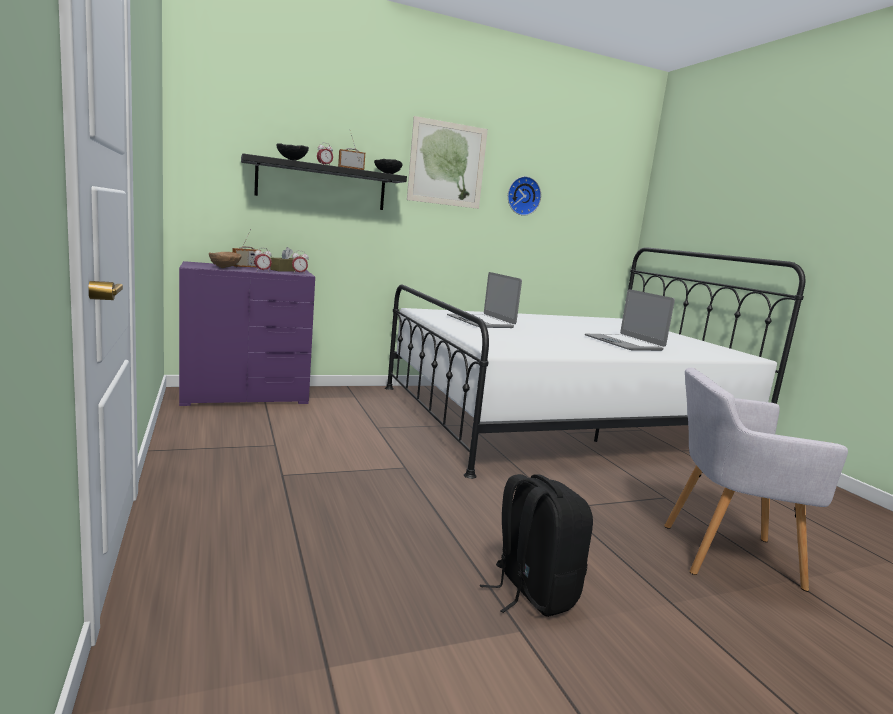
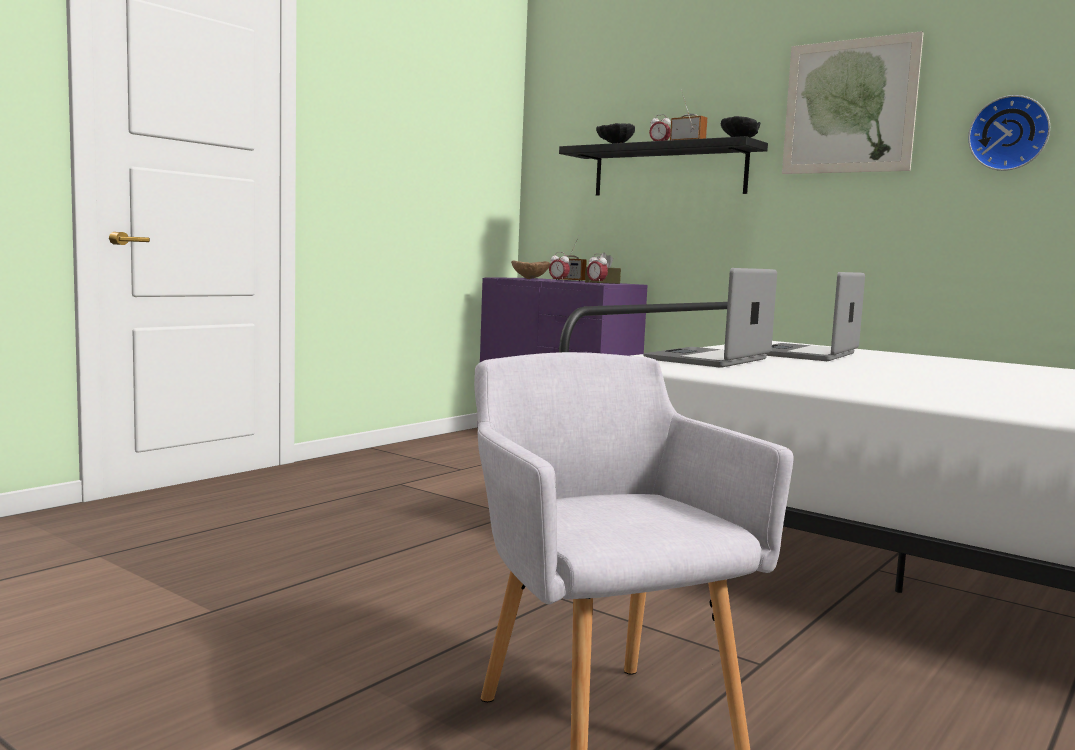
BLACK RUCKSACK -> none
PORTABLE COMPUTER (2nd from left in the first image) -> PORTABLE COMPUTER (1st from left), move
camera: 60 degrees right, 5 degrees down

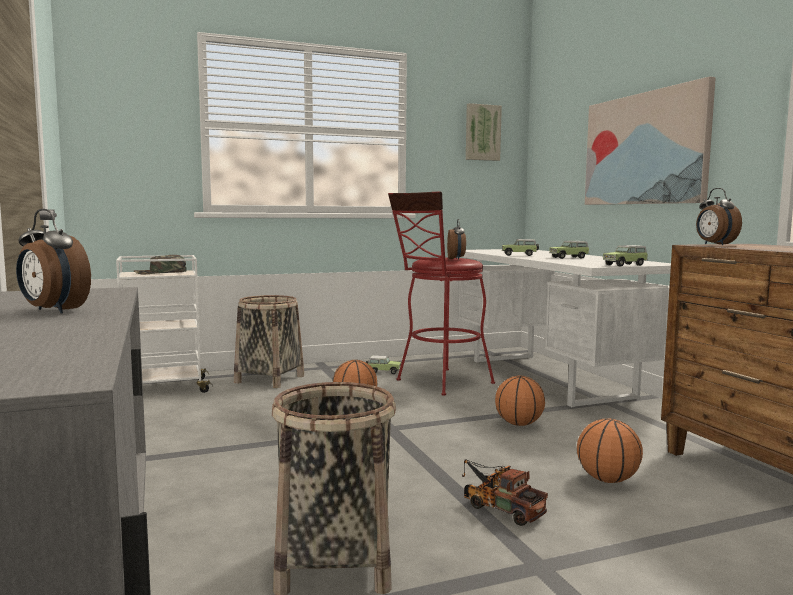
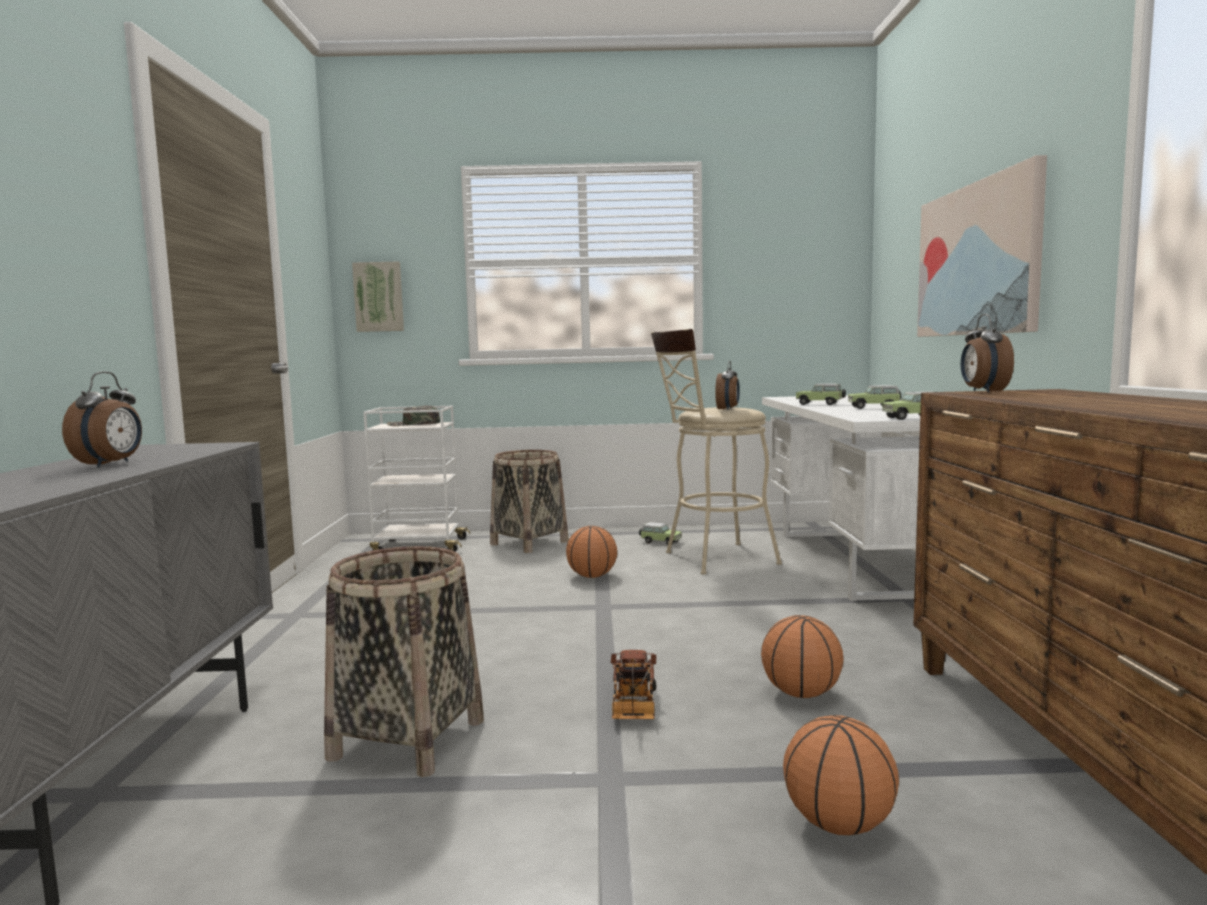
TABLE CLOCK (1st from left), 135 degrees counterclockwise
RED-COLOURED STOOL -> BEIGE-COLOURED STOOL
MODEL TRUCK, 150 degrees counterclockwise
PICTURE (1st from left), move
BALL FOR BASKETBALL (2nd from left in the first image) -> BALL FOR BASKETBALL (3rd from left), move
camera: 20 degrees right, 0 degrees up

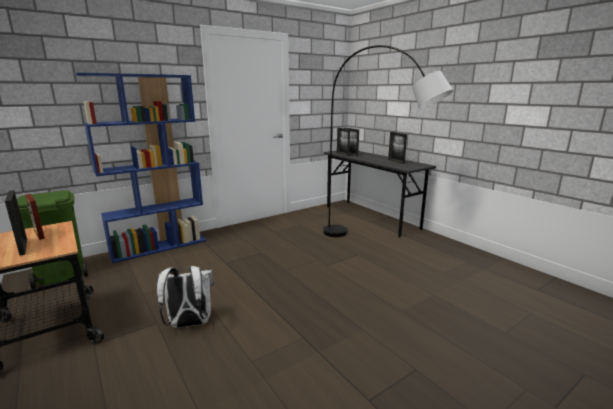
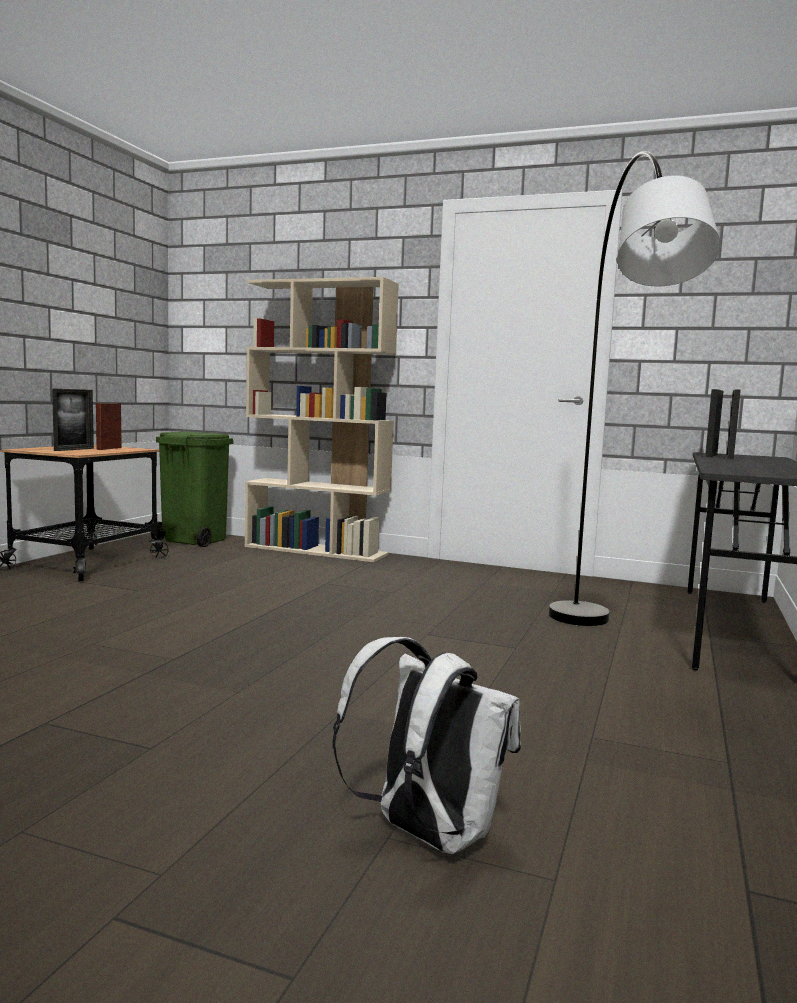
BLUE BOOKSHELF -> BEIGE-COLOURED BOOKSHELF
WHITE-COLOURED RUCKSACK, move
PHOTO FRAME (5th from left) -> none
camera: 55 degrees right, 10 degrees down

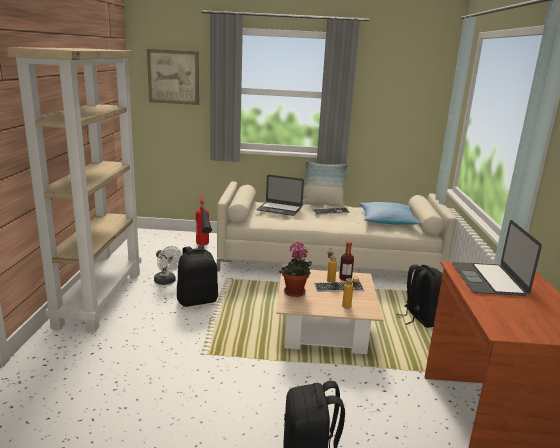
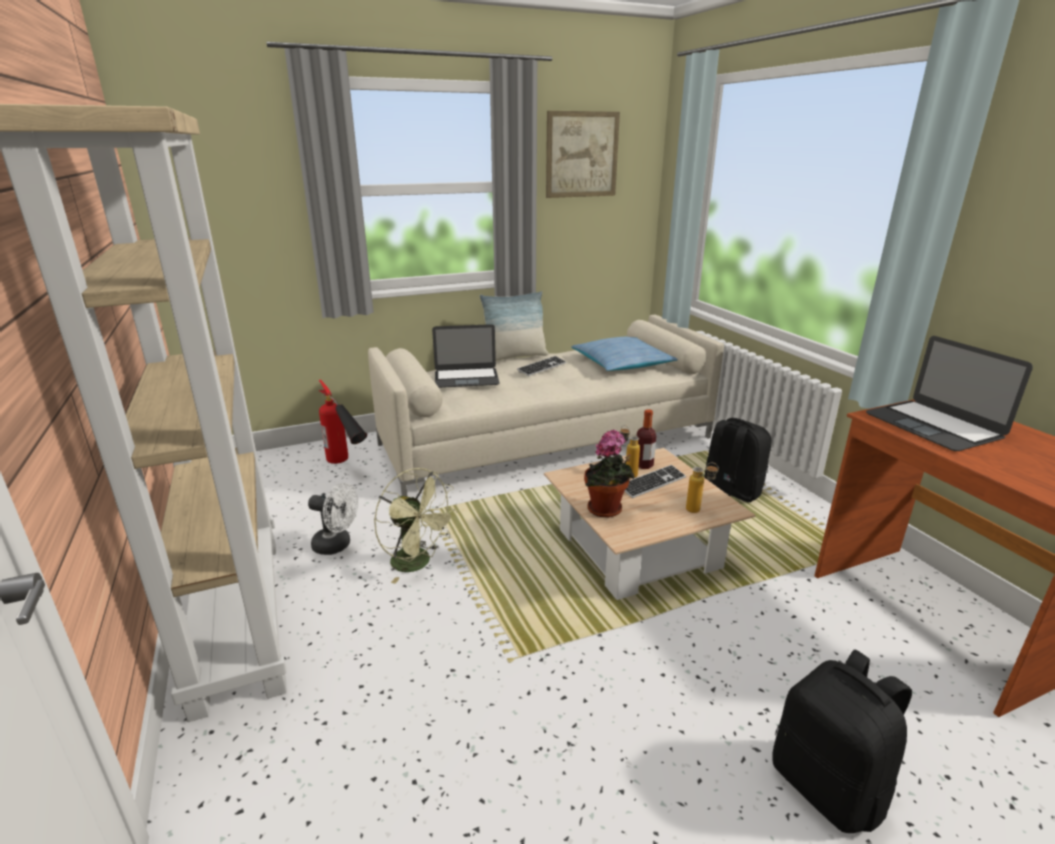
PICTURE, move
BLACK RUCKSACK (1st from left) -> GREEN-COLOURED COOLING FAN
camera: 25 degrees left, 5 degrees up

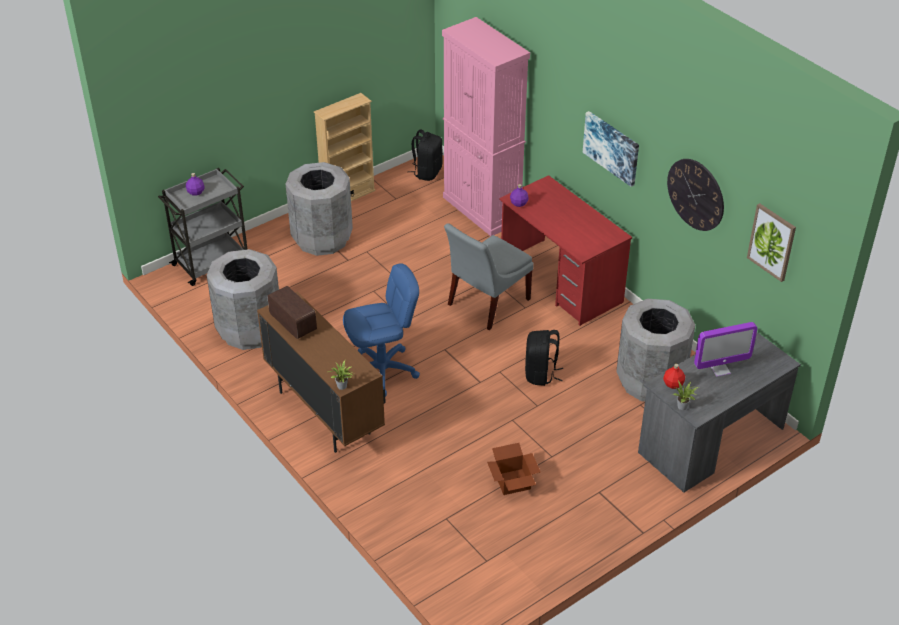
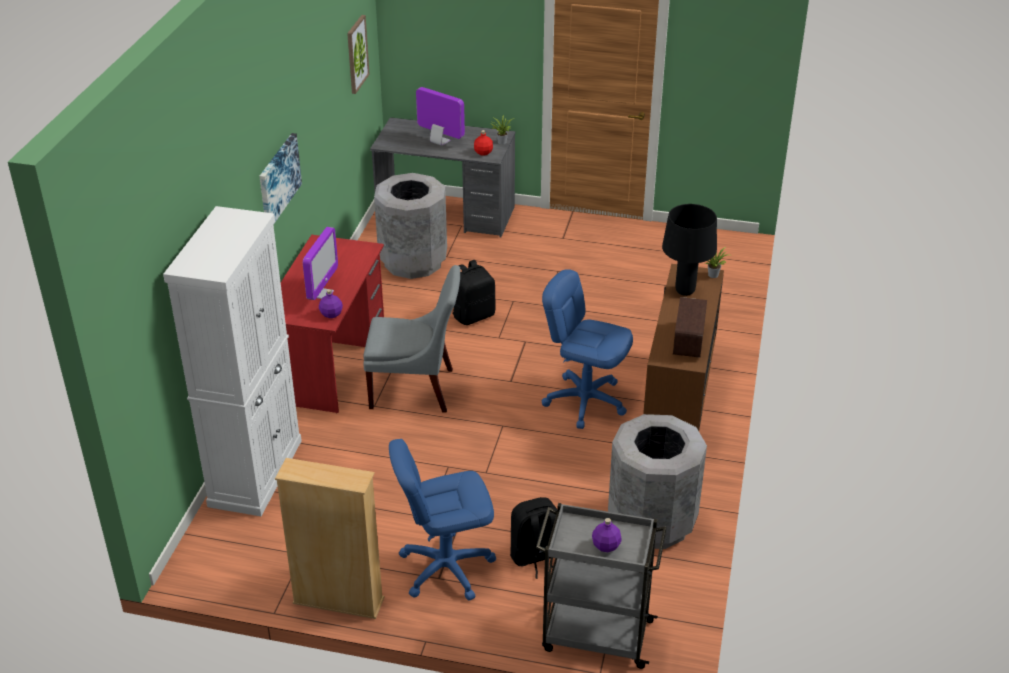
GREYISH TRASH CAN (2nd from left) -> BLUE COMPUTER CHAIR (1st from left)
BLACK RUCKSACK (1st from left in the first image) -> BLACK RUCKSACK (2nd from left), move
PINKISH CABINET -> WHITE-COLOURED CABINET
PACKING BOX -> none
CLOCK ON THE WALL -> none
none -> COMPUTER SCREEN (1st from left)
none -> BLACK LAMP FOR A TABLE
camera: 130 degrees left, 5 degrees down

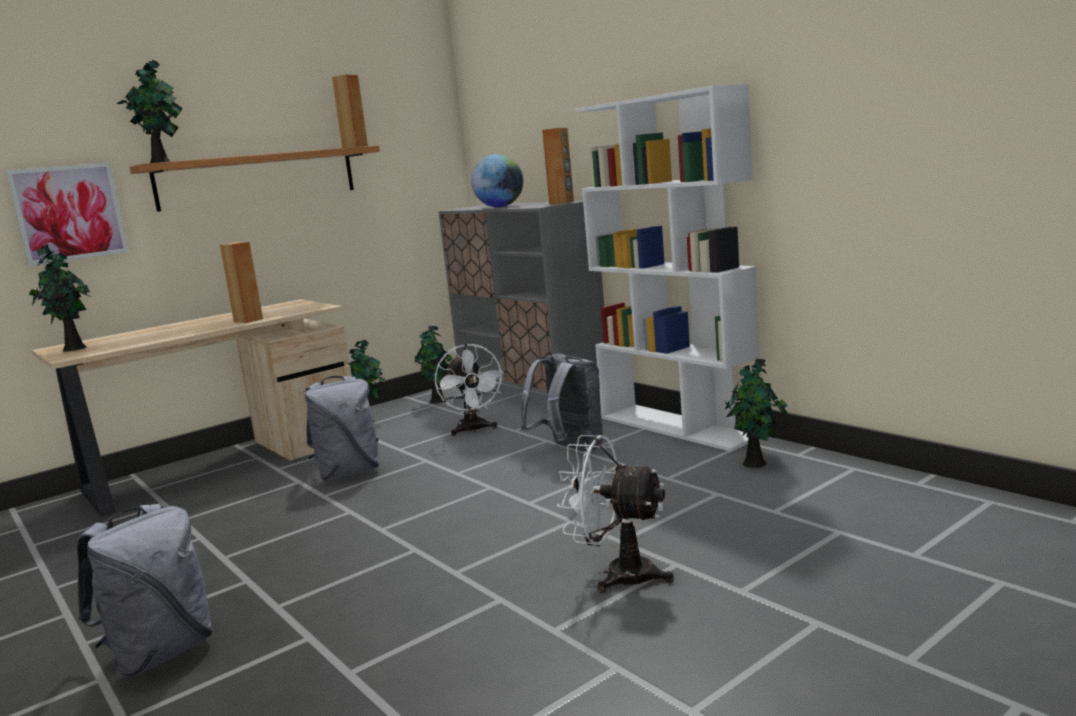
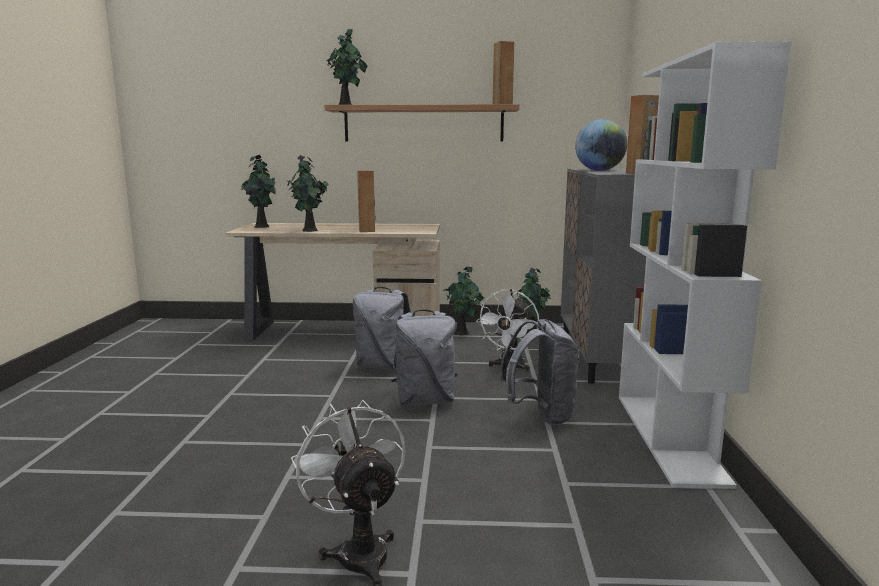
PICTURE -> none
GREYISH RUCKSACK (1st from left in the first image) -> GREYISH RUCKSACK (2nd from left), move
HOUSEPLANT (5th from left in the first image) -> HOUSEPLANT (2nd from left), move
camera: 40 degrees right, 0 degrees up

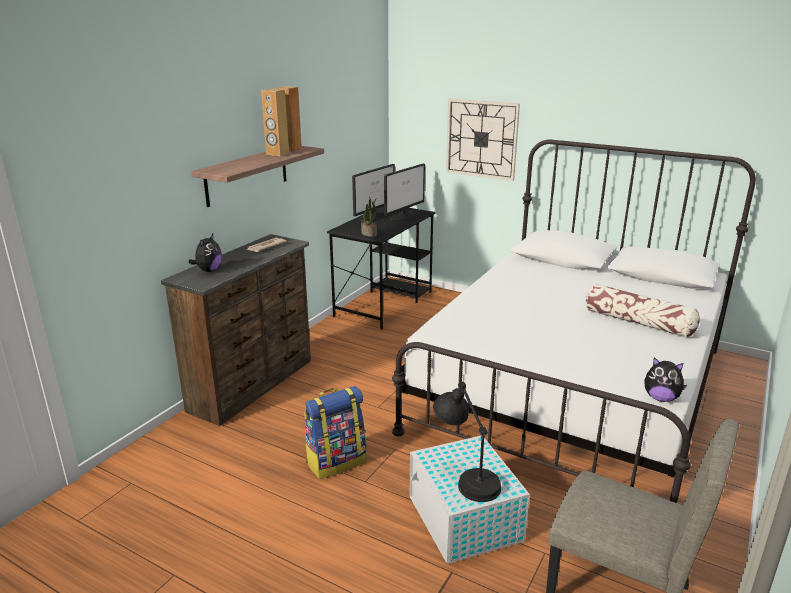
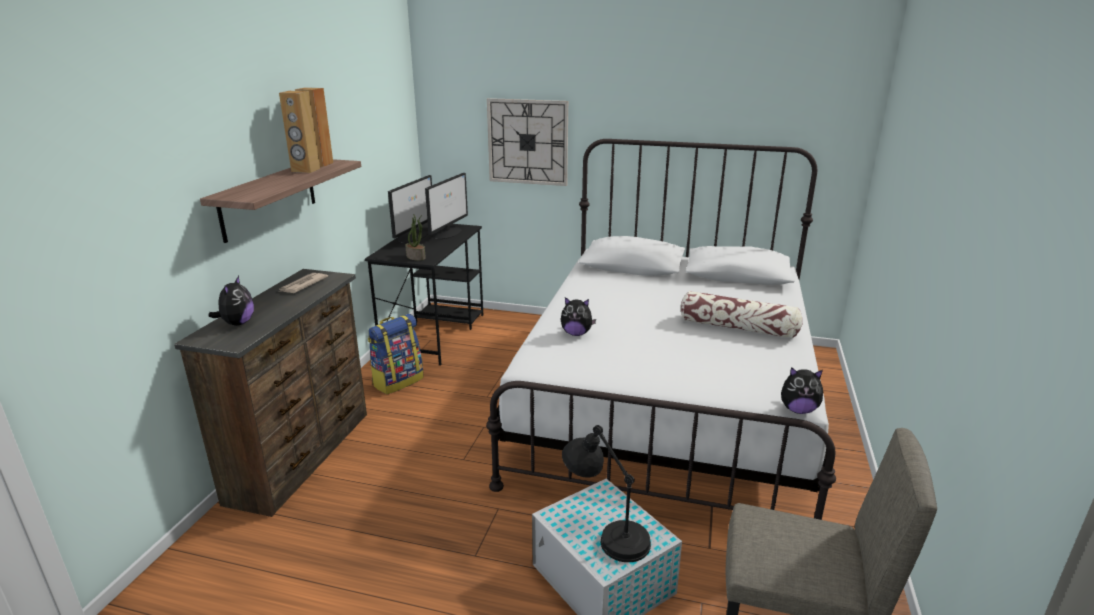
RUCKSACK, move
none -> CUDDLY TOY (2nd from left)
camera: 15 degrees left, 0 degrees up

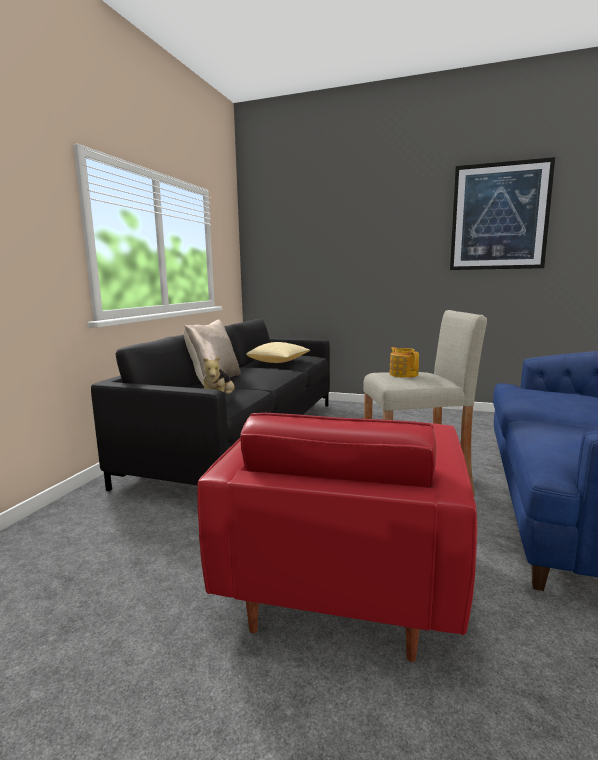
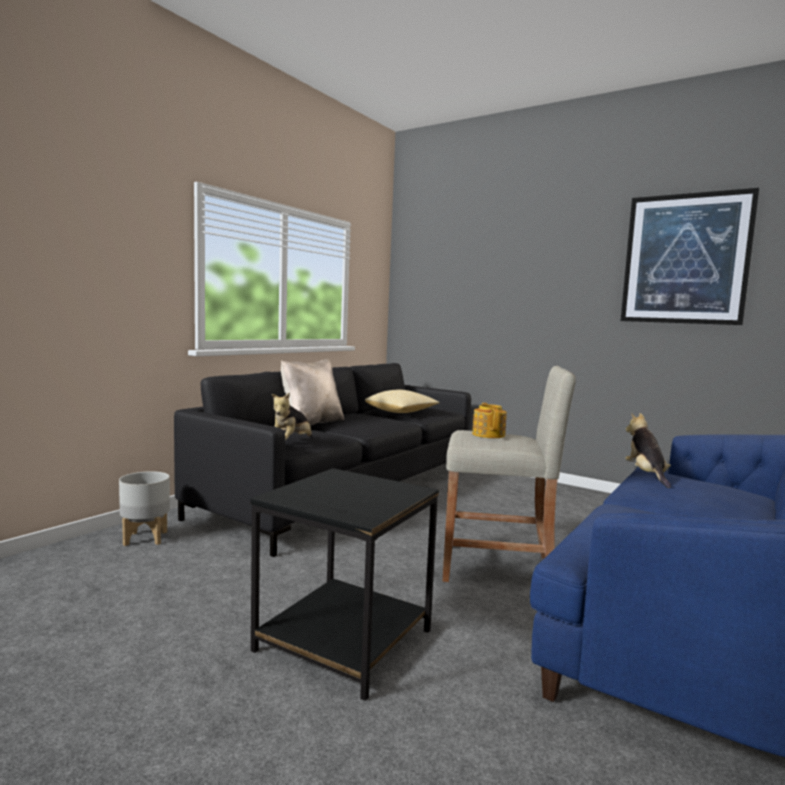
RED-COLOURED LOUNGE CHAIR -> BLACK END TABLE
none -> GREYISH PLANT POT
none -> CUDDLY TOY (2nd from left)
camera: 15 degrees right, 5 degrees down

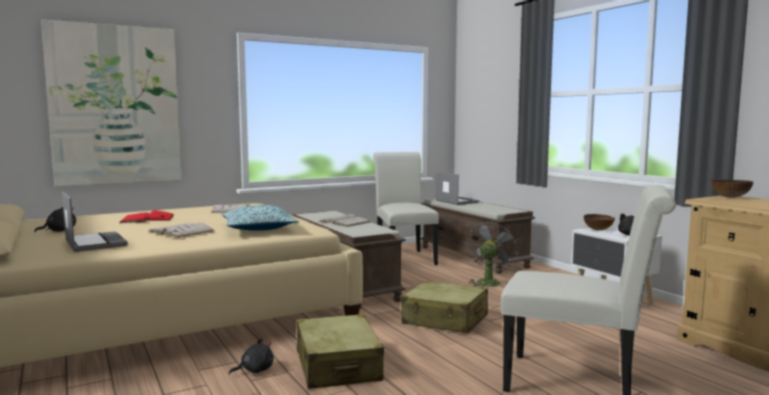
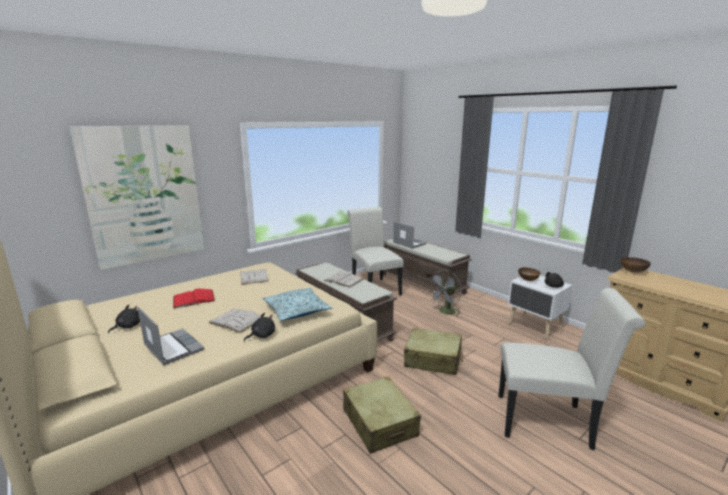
BLACK CUDDLY TOY (2nd from left), move
GREYISH COOLING FAN, 150 degrees counterclockwise
camera: 10 degrees left, 10 degrees up

